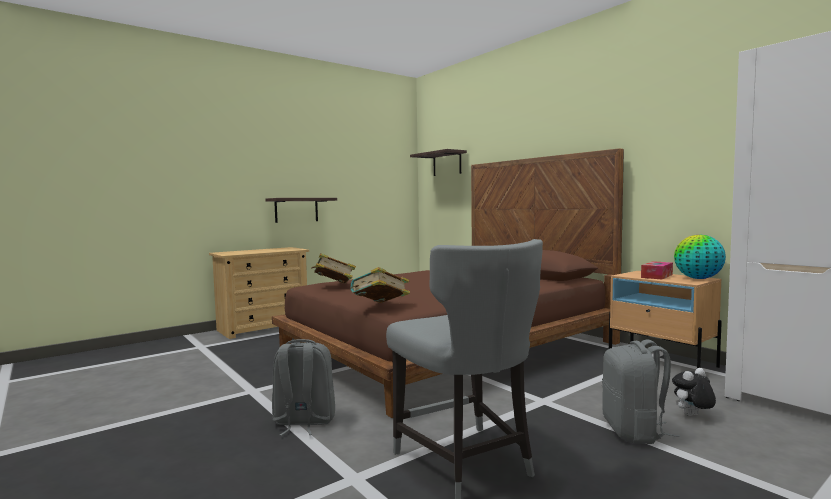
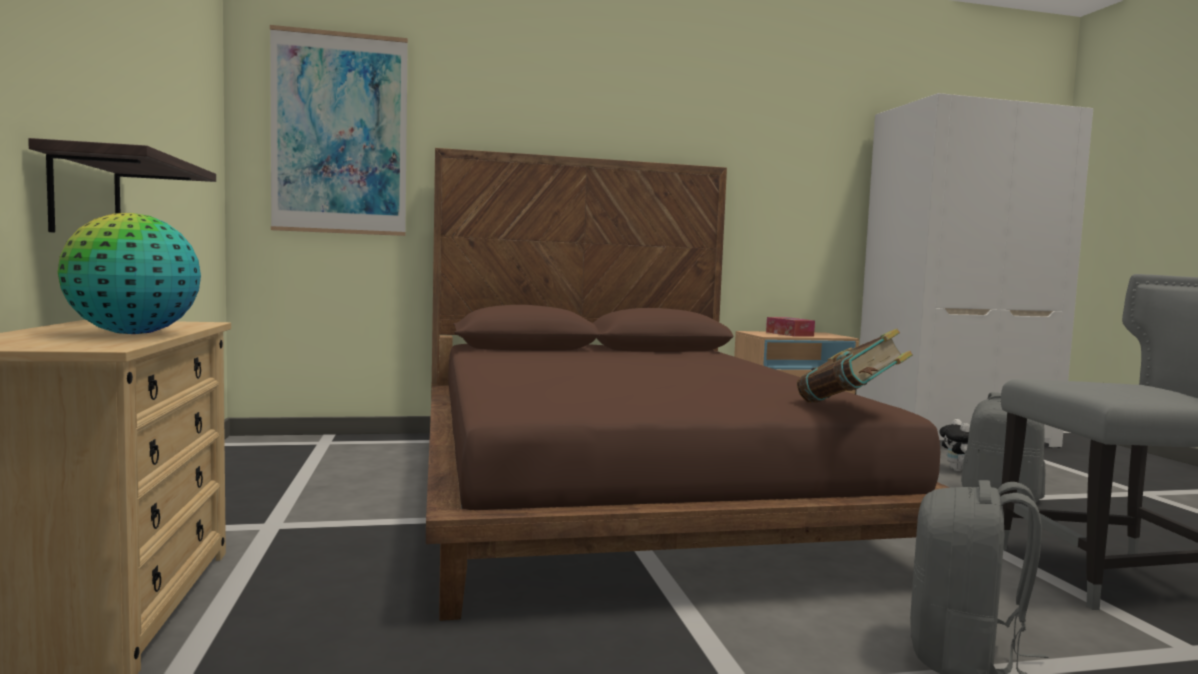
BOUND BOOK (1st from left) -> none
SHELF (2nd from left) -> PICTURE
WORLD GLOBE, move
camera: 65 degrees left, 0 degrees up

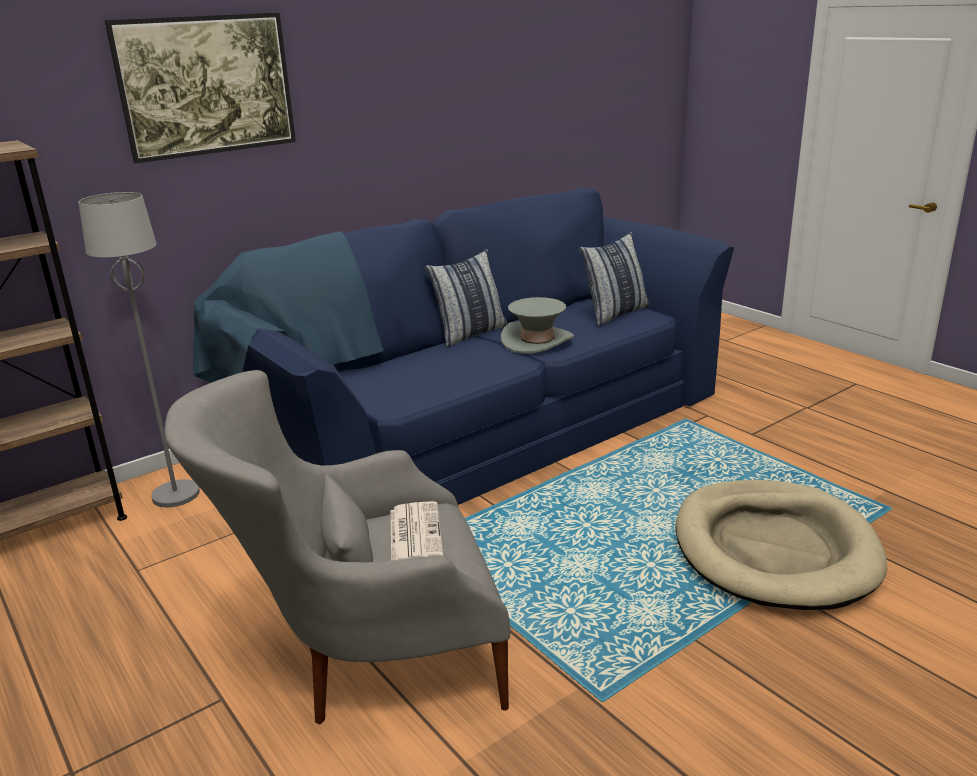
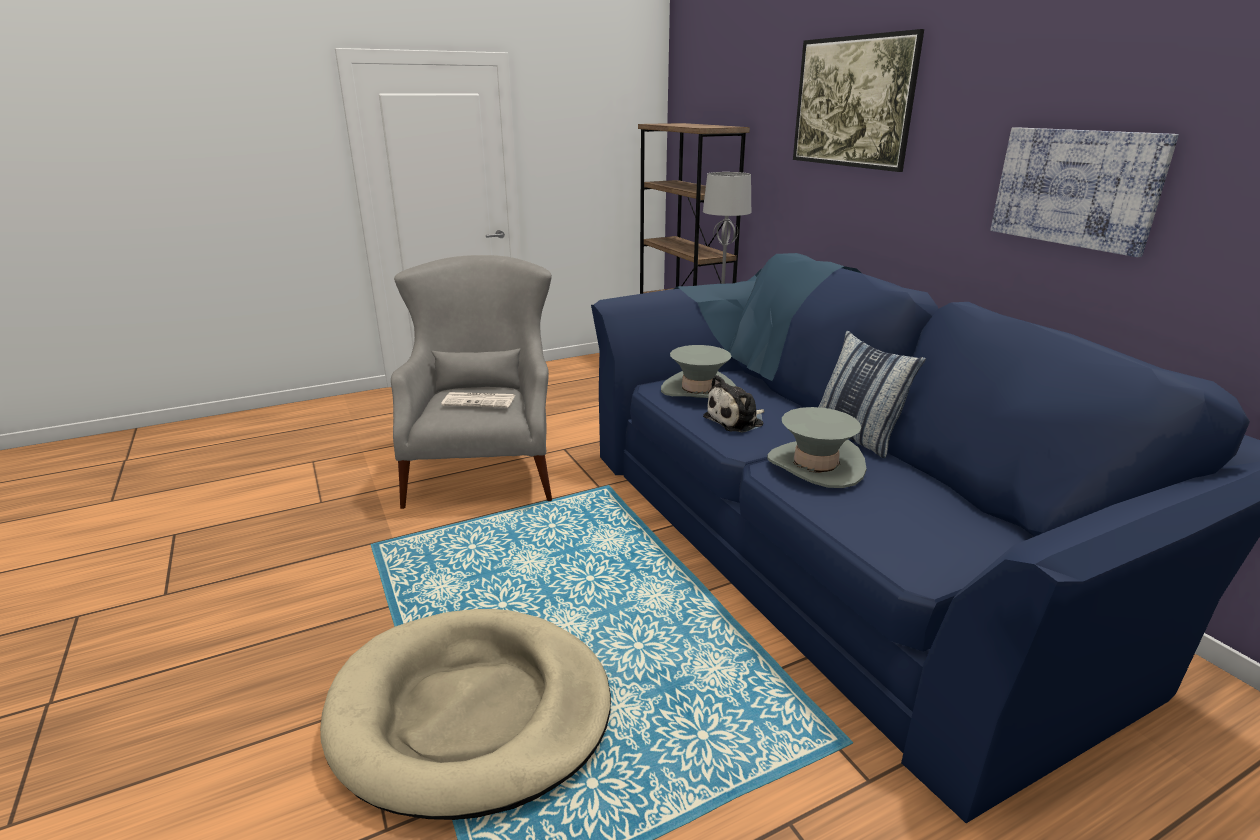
PILLOW (2nd from left) -> none
none -> GREYISH WEARABLE HAT (1st from left)
none -> CUDDLY TOY
none -> PICTURE (2nd from left)
camera: 100 degrees right, 0 degrees up

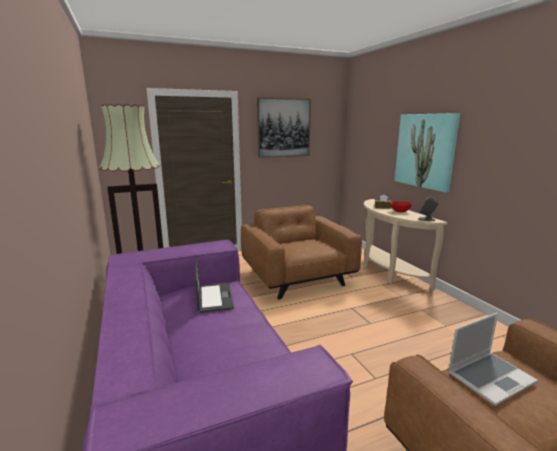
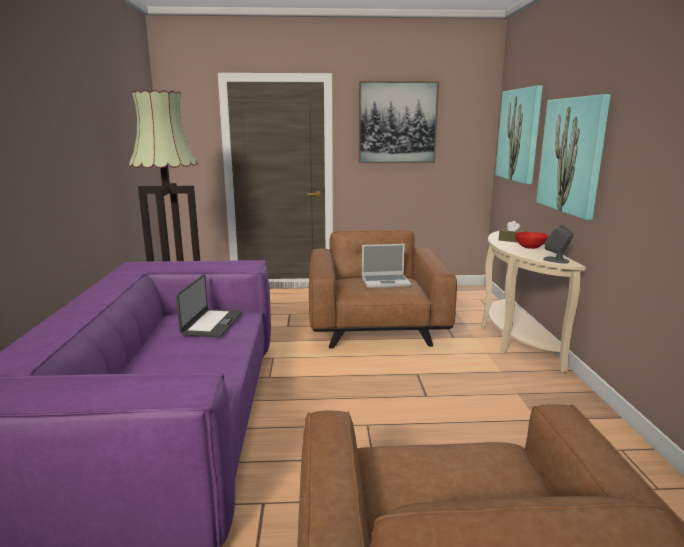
PORTABLE COMPUTER (2nd from left), move
none -> PICTURE (2nd from left)
camera: 20 degrees right, 0 degrees up

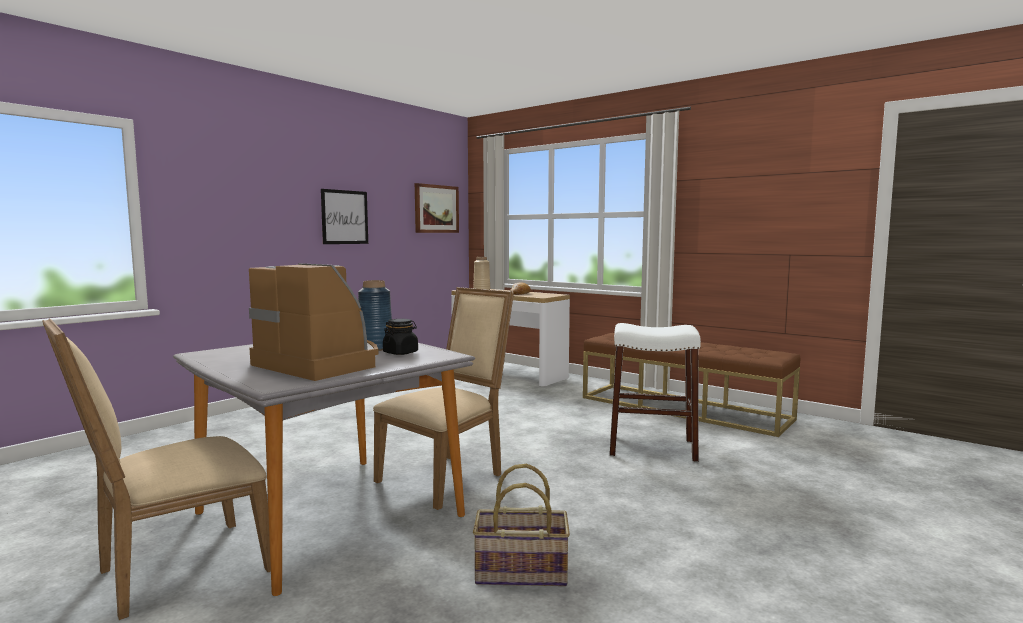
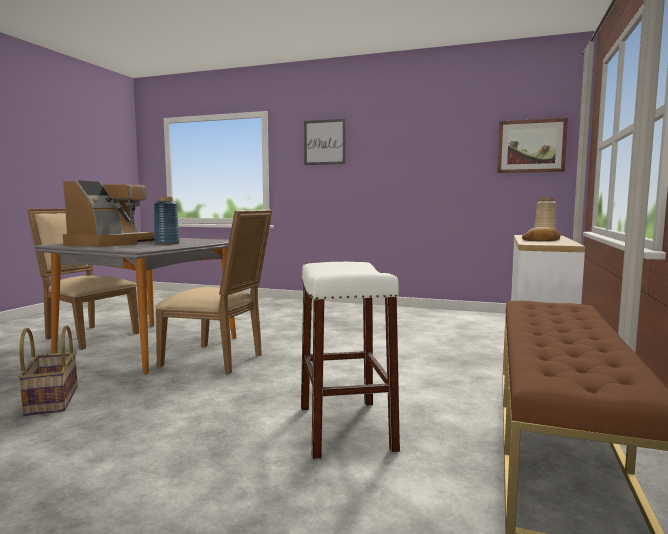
PICTURE (1st from left), move
BLACK JAR -> none
camera: 70 degrees right, 0 degrees up

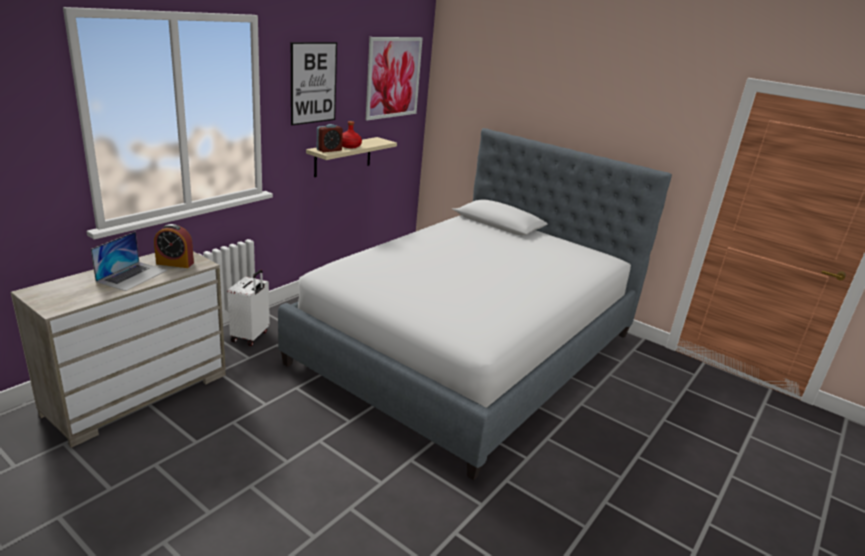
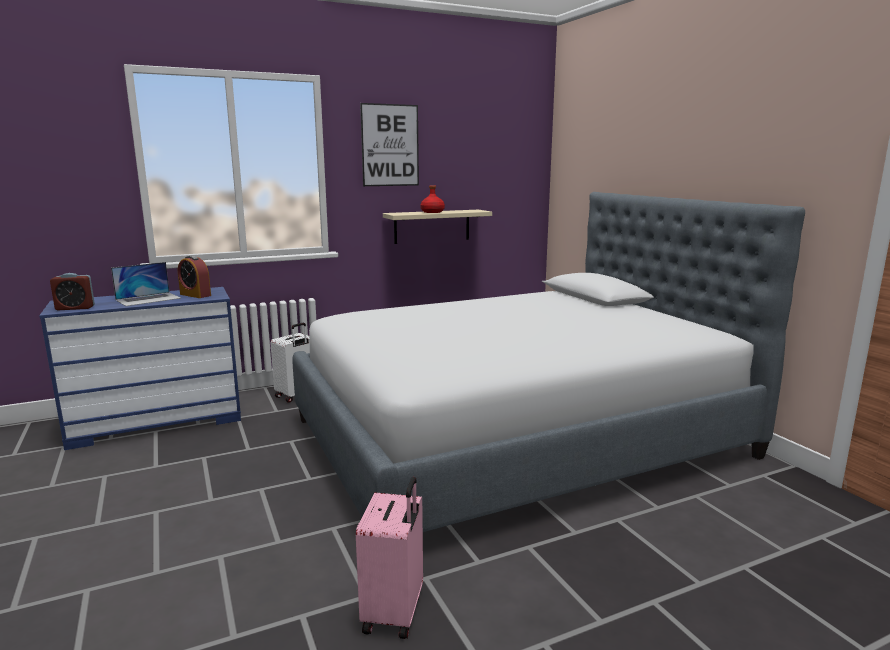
BEIGE-COLOURED CHEST OF DRAWERS -> BLUE CHEST OF DRAWERS
TABLE CLOCK (2nd from left in the first image) -> TABLE CLOCK (1st from left), move
PICTURE (2nd from left) -> none
none -> PINKISH TRAVEL CASE
camera: 30 degrees right, 10 degrees down

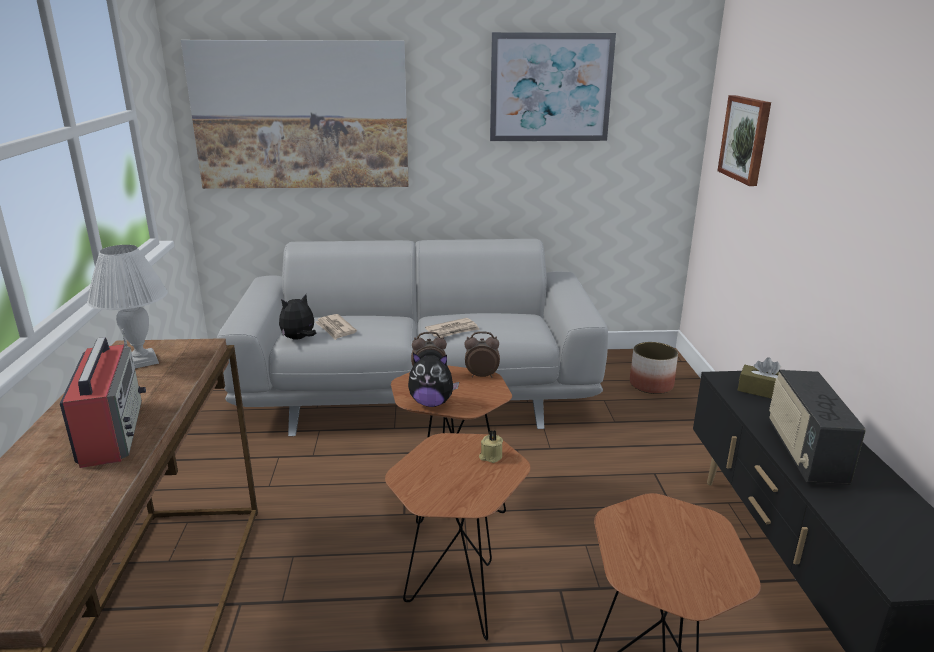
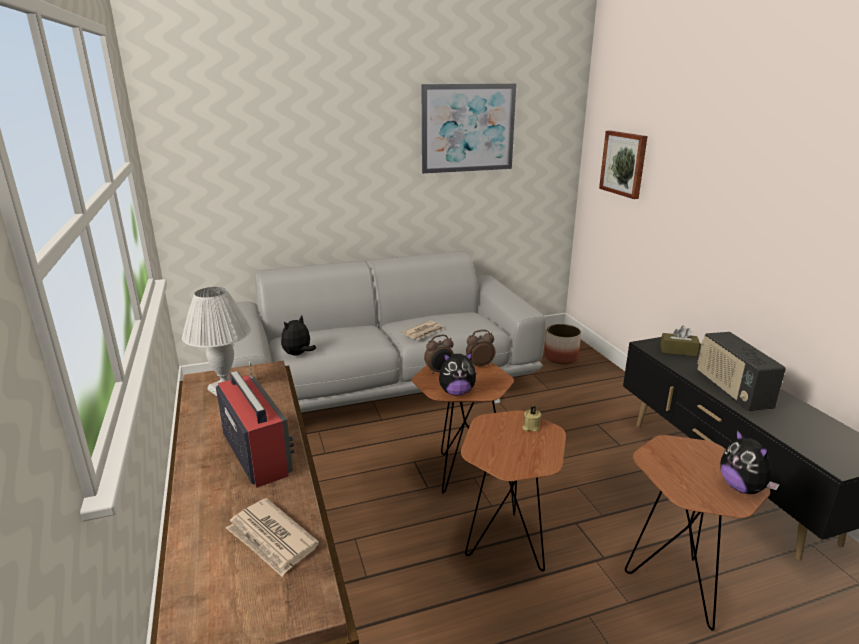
PICTURE (1st from left) -> none
DAILY PAPER (1st from left), move
none -> CUDDLY TOY (3rd from left)
camera: 15 degrees left, 0 degrees up

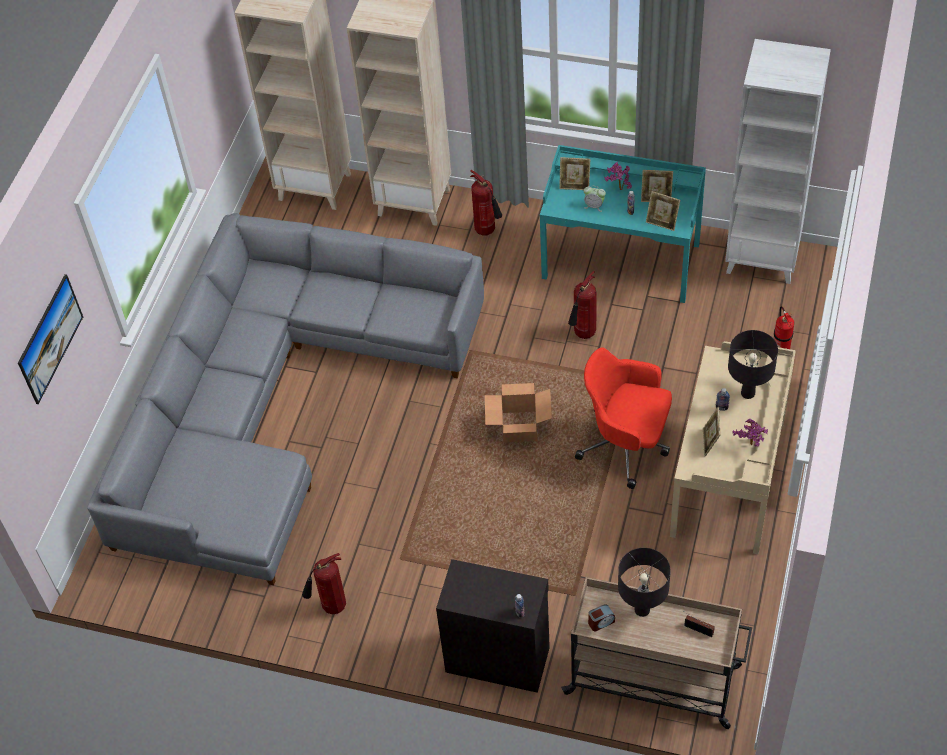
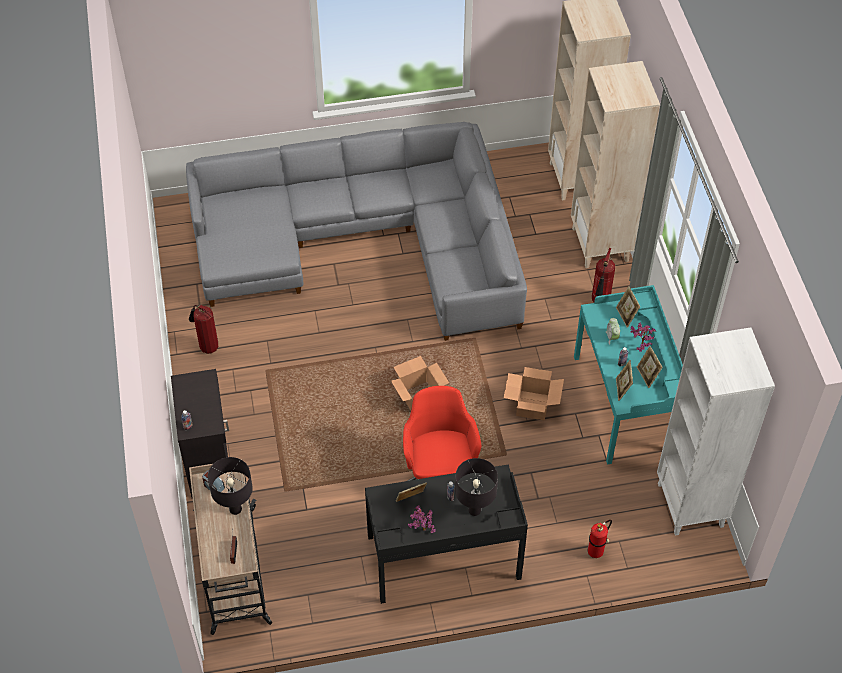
PICTURE -> none
FIRE EXTINGUISHER (3rd from left) -> PACKING BOX (2nd from left)
BEIGE-COLOURED DESK UNIT -> BLACK DESK UNIT
camera: 60 degrees right, 0 degrees up

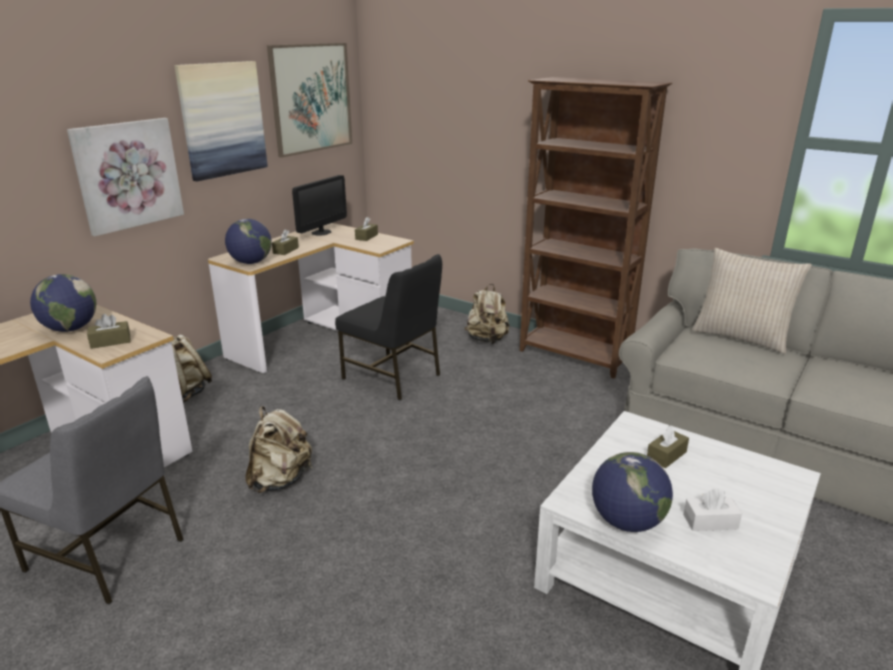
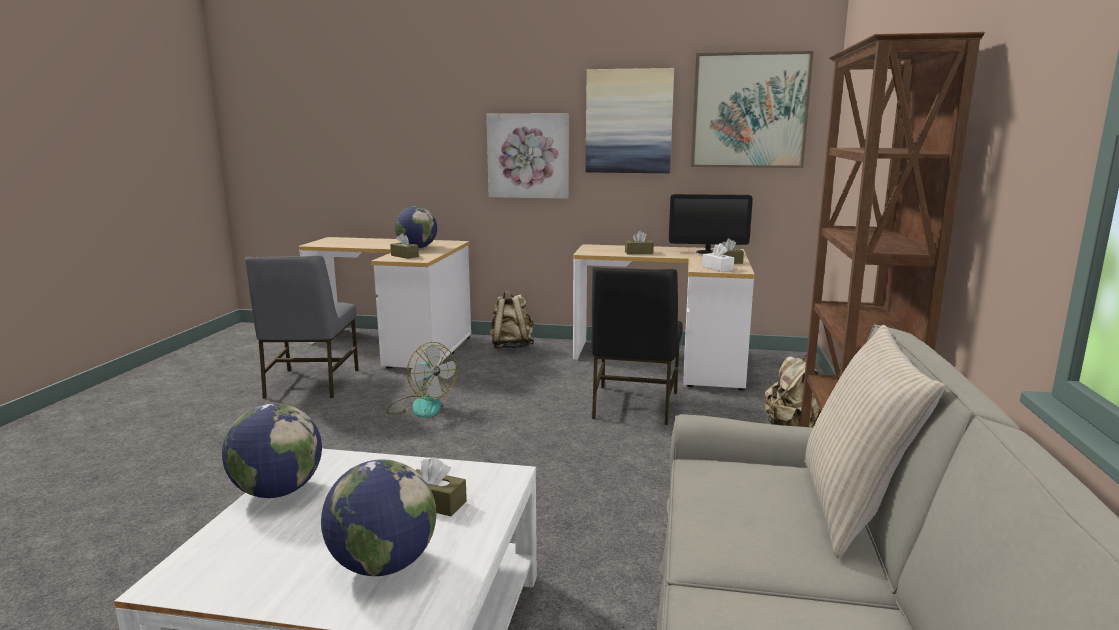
WORLD GLOBE (2nd from left), move
BEIGE-COLOURED RUCKSACK (2nd from left) -> COOLING FAN
WHITE-COLOURED TISSUE BOX, move
camera: 65 degrees right, 10 degrees down

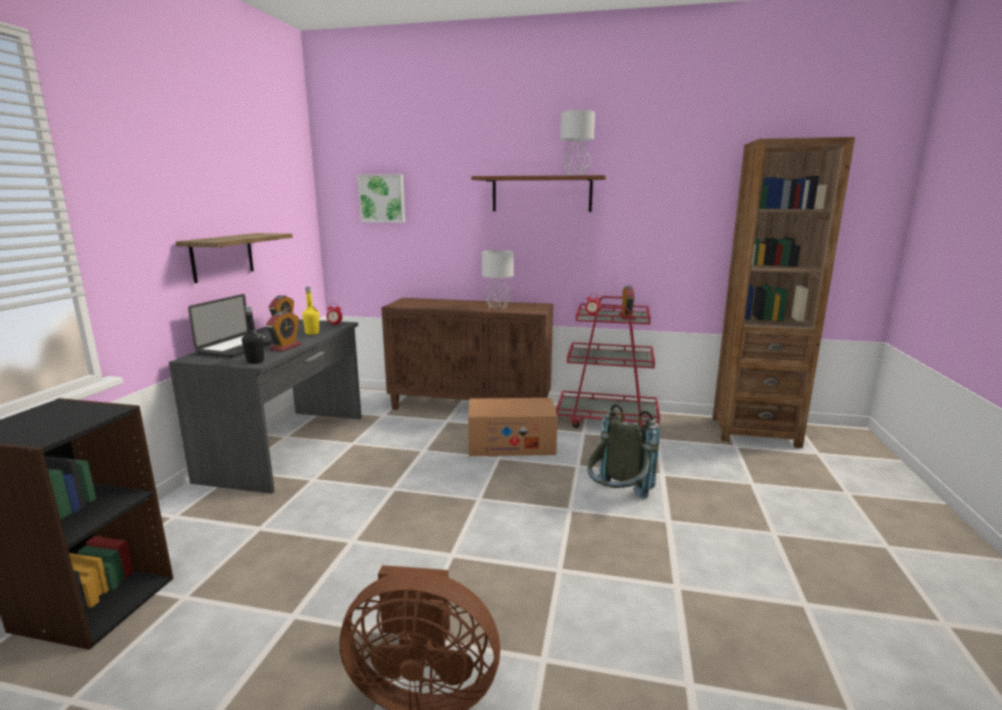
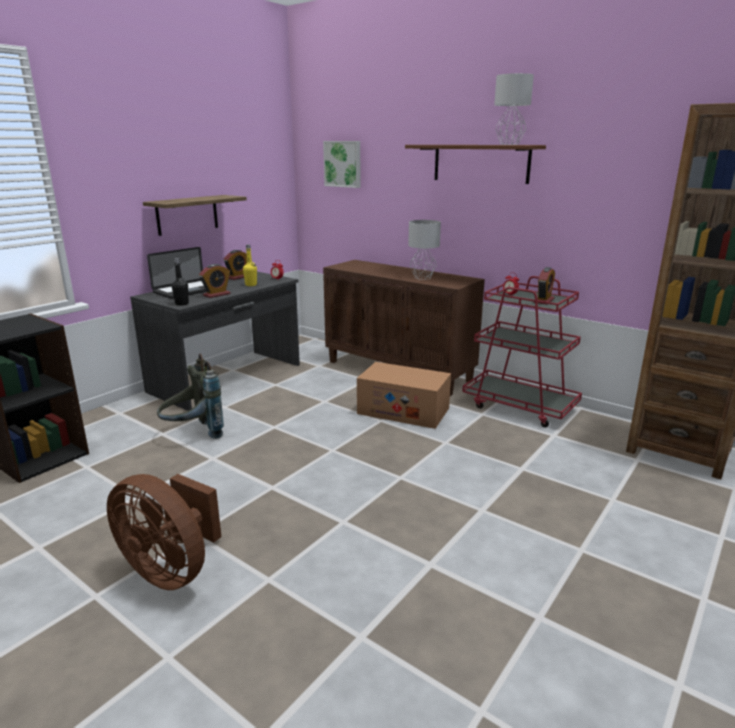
GREYISH RUCKSACK, move
camera: 25 degrees right, 5 degrees up

